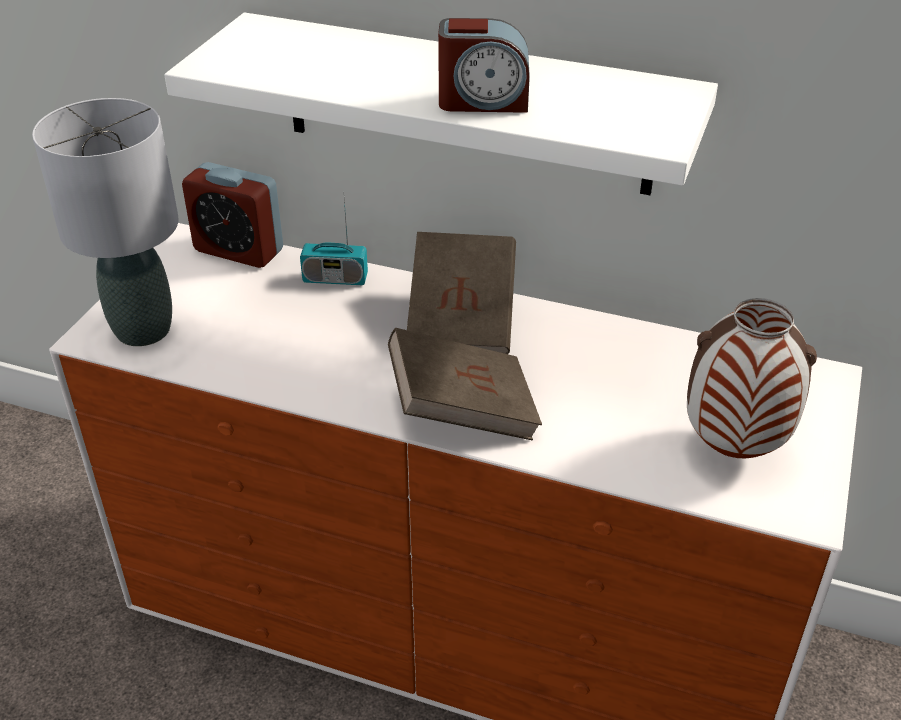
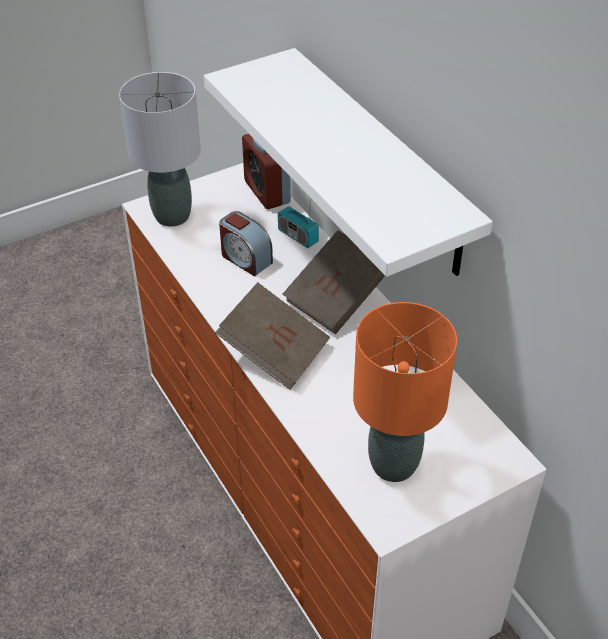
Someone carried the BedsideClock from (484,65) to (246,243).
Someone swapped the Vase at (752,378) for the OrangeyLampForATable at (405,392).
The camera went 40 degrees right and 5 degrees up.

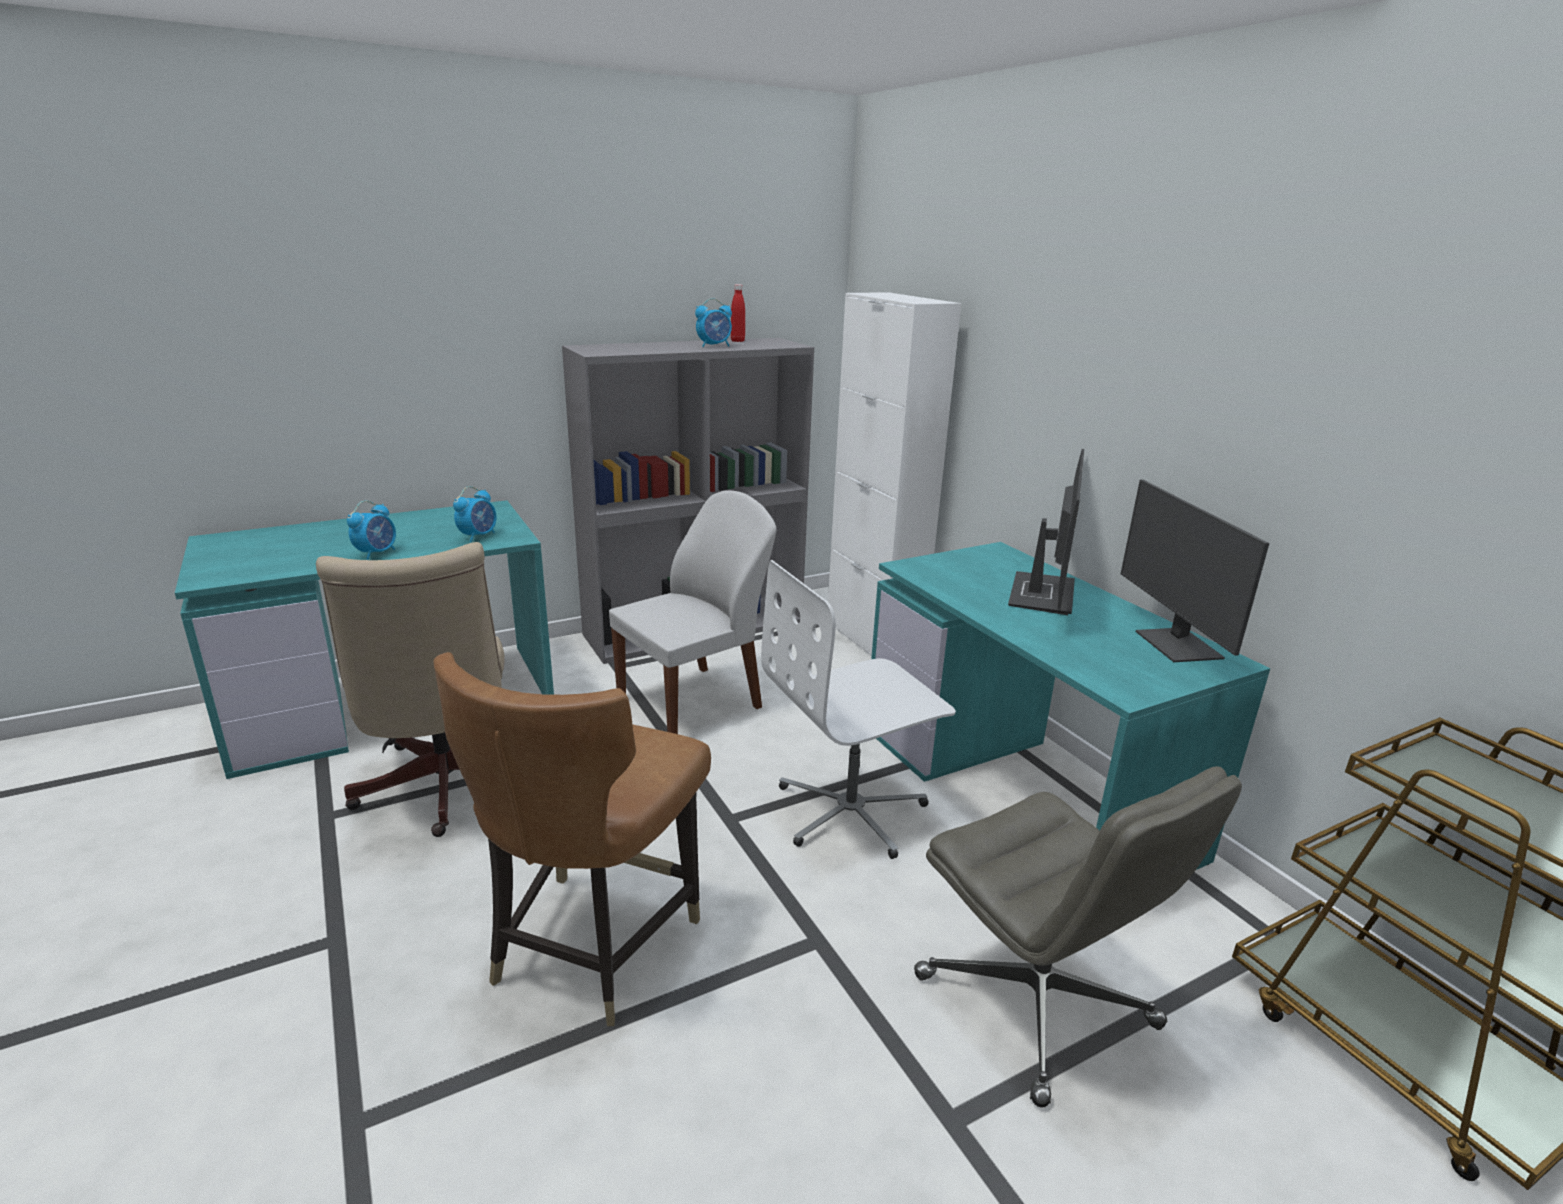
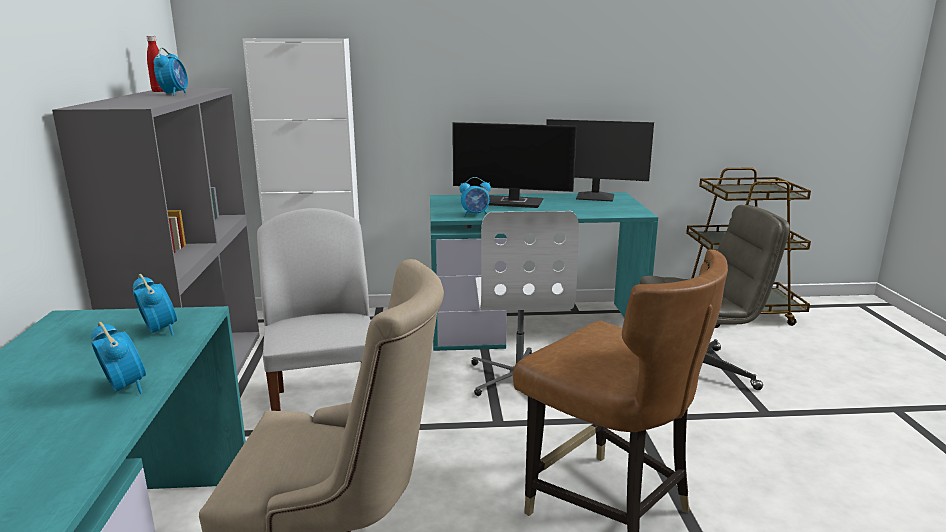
Someone rotated the ComputerScreen at (1046,532) by 150 degrees clockwise.
Someone put down the BedsideClock at (475,197).
The camera went 65 degrees left and 5 degrees down.

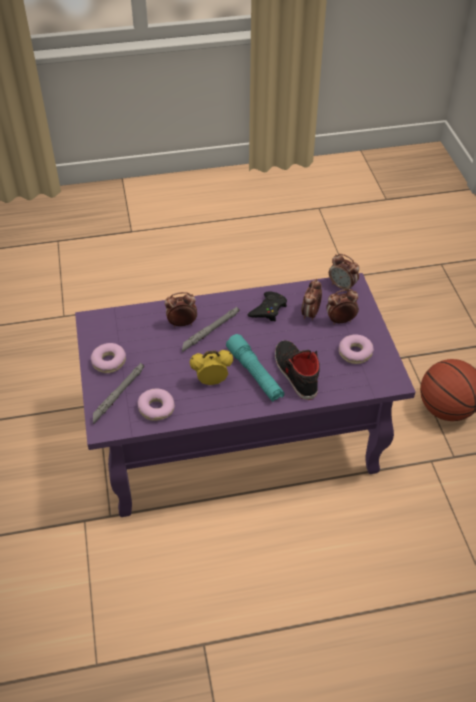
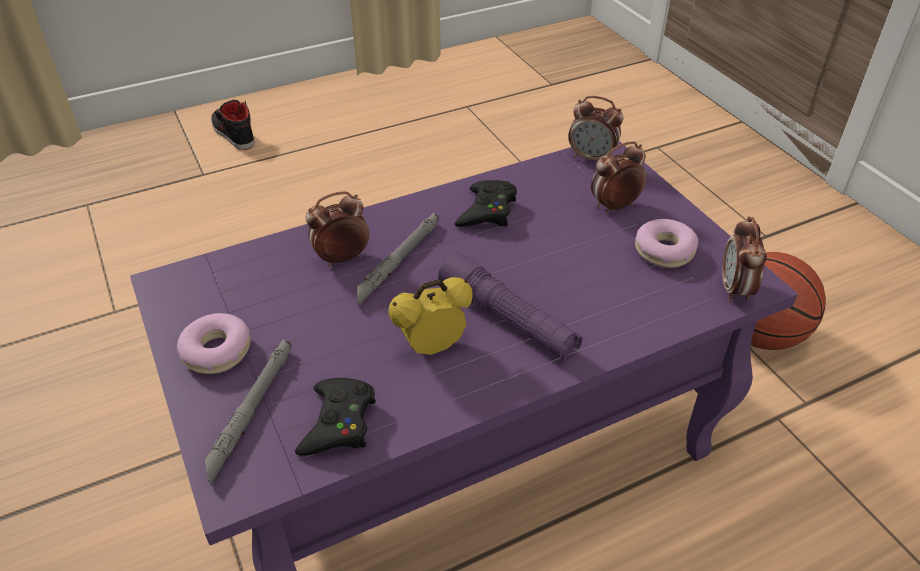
Someone swapped the Doughnut at (156,404) for the BlackColouredGameController at (335,417).
Someone repainted the TurquoiseFlashlight at (255,368), which became the PurplishFlashlight at (510,306).
Someone carried the BlackColouredItemOfFootwear from (297,370) to (233,125).
Someone carried the BedsideClock from (311,300) to (744,259).
The camera went 15 degrees left and 5 degrees down.

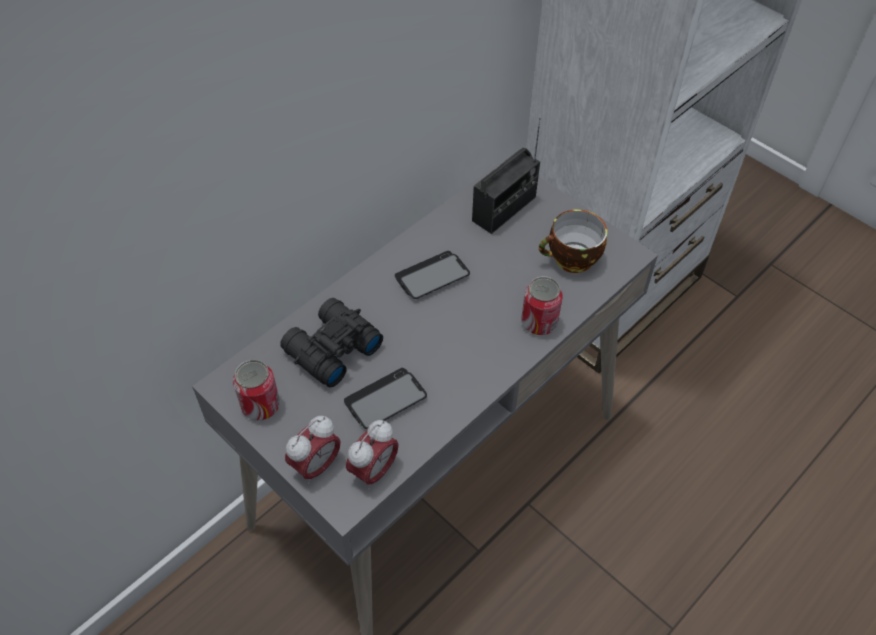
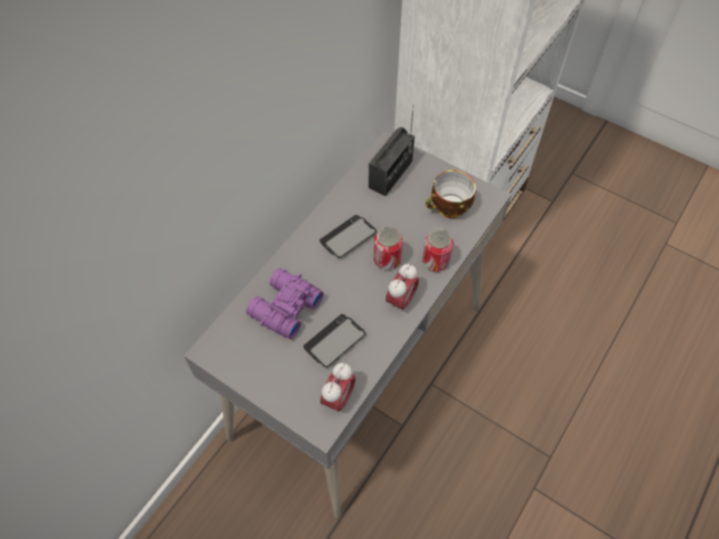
Someone carried the MetalCan from (256,390) to (388,248).
Someone repainted the BlackColouredBinoculars at (331,342), which became the PurplishBinoculars at (284,303).
Someone carried the BedsideClock from (313,450) to (402,289).
The camera went 10 degrees left and 5 degrees up.

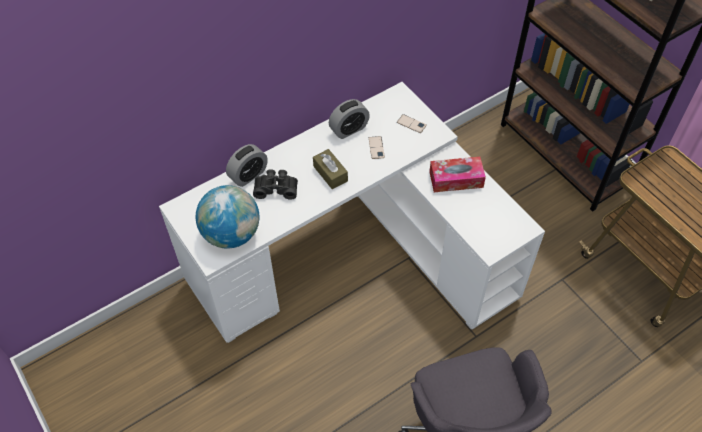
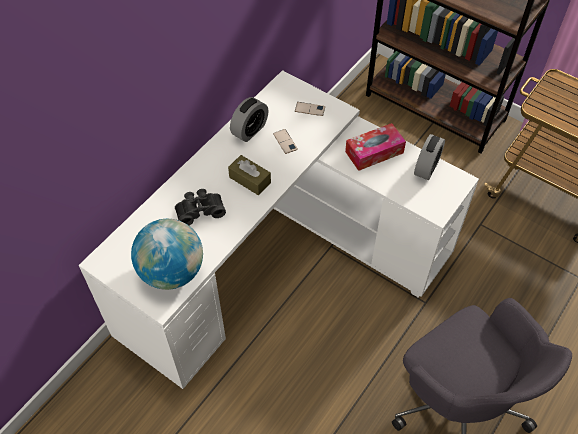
Someone carried the BedsideClock from (247,165) to (429,157).
The camera went 20 degrees left and 0 degrees up.

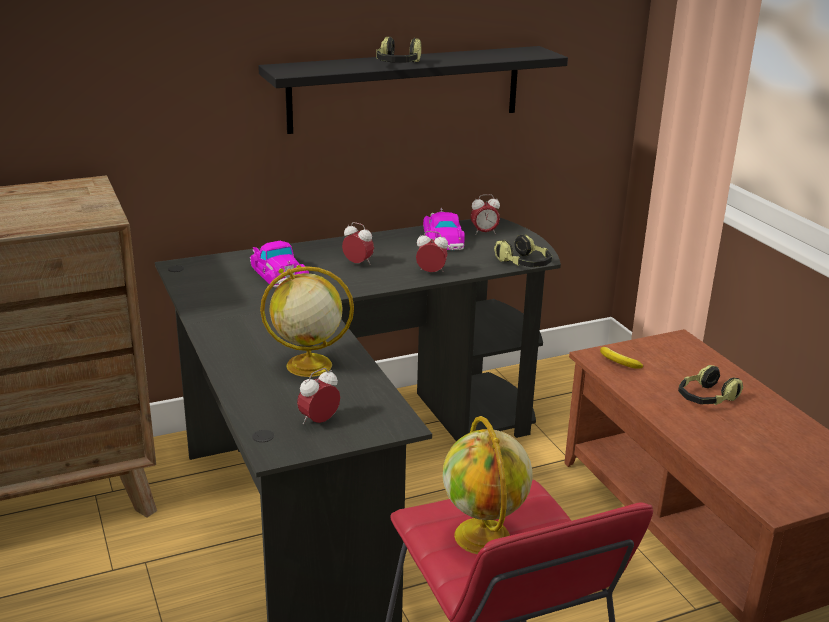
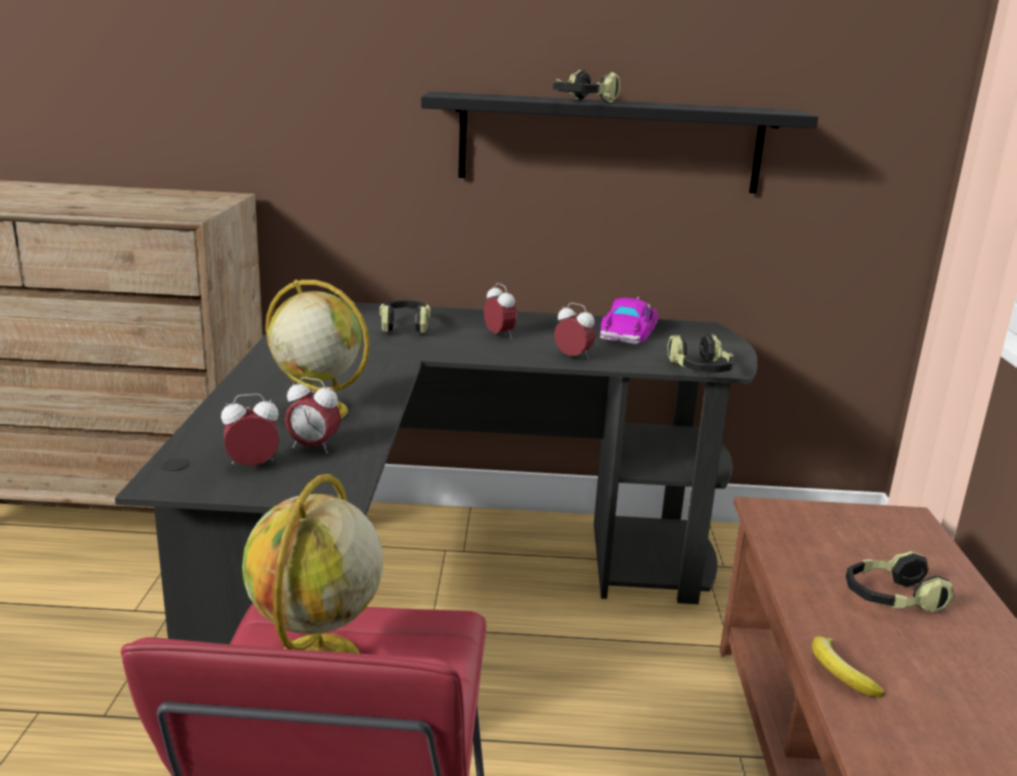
Someone swapped the MiniatureCar at (279,264) for the Headset at (405,317).
Someone carried the BedsideClock from (485,214) to (313,415).
Someone carried the Banana from (621,358) to (848,666).
The camera went 25 degrees right and 5 degrees down.

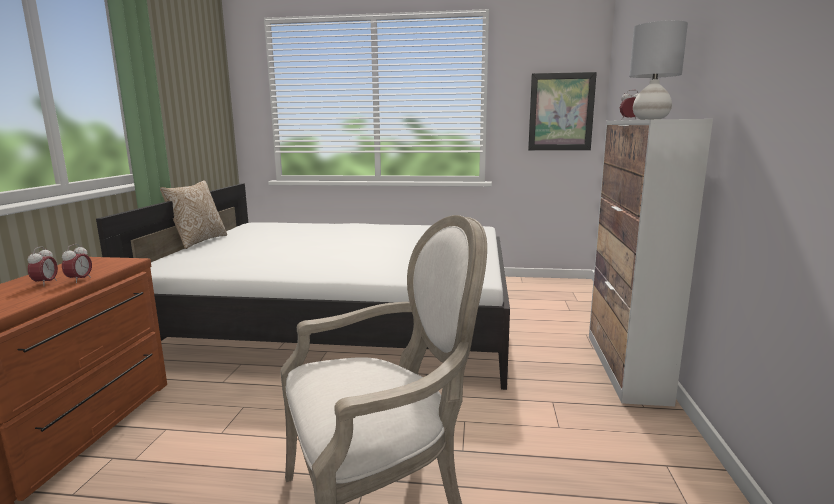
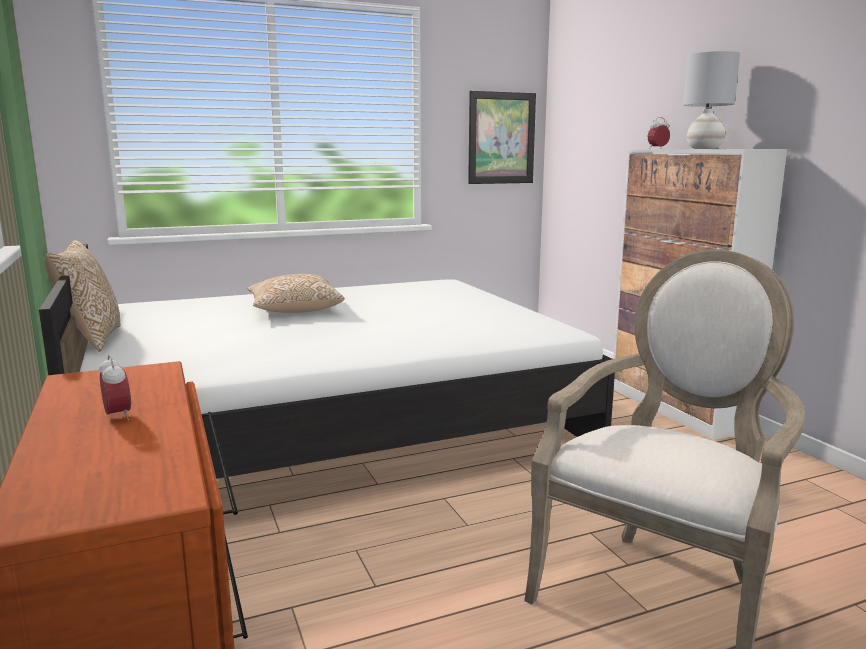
Someone took away the BedsideClock at (77,263).
Someone put down the ThrowPillow at (296,293).
The camera went 30 degrees left and 0 degrees up.

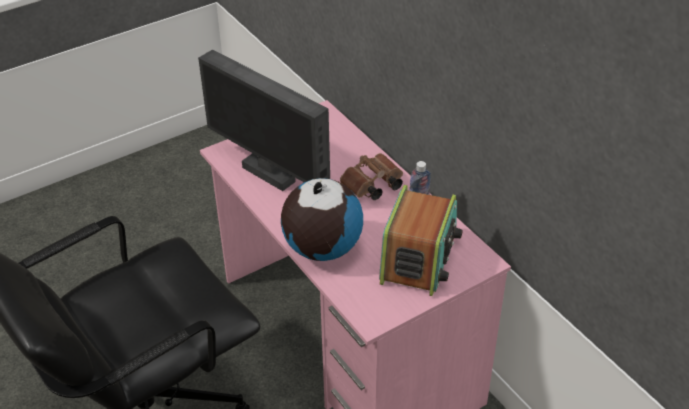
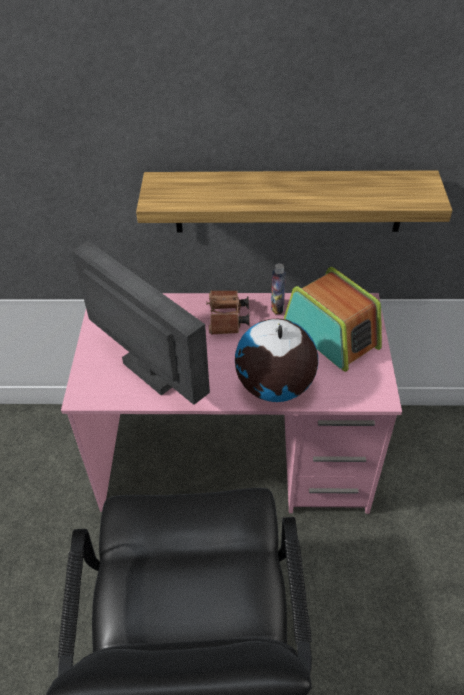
Someone rotated the ComputerScreen at (264,120) by 120 degrees counterclockwise.
Someone put up the WallShelf at (294,201).
The camera went 55 degrees left and 5 degrees up.

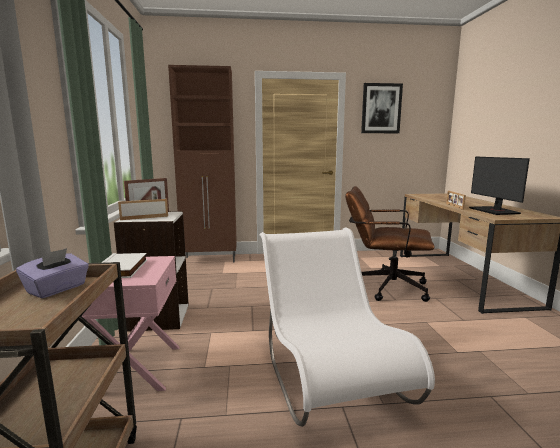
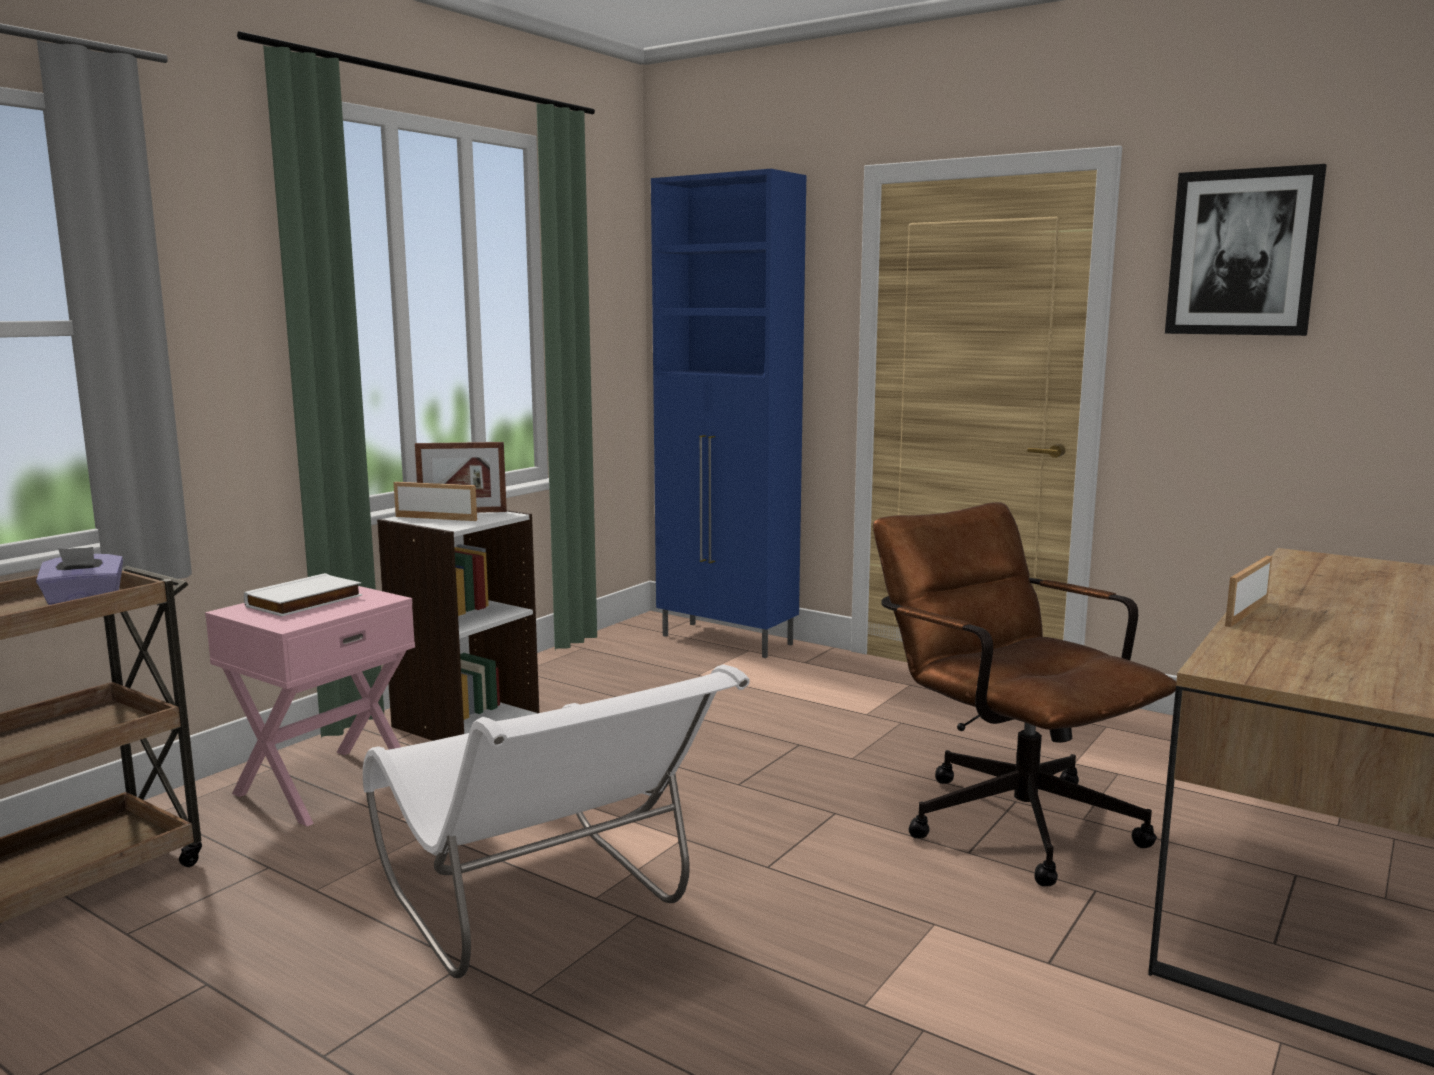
Someone repainted the BrownishStorageCabinet at (202,163), which became the BluishStorageCabinet at (728,413).
Someone rotated the WhiteChair at (347,327) by 120 degrees clockwise.
Someone took away the ComputerScreen at (499,186).
The camera went 40 degrees right and 0 degrees up.

